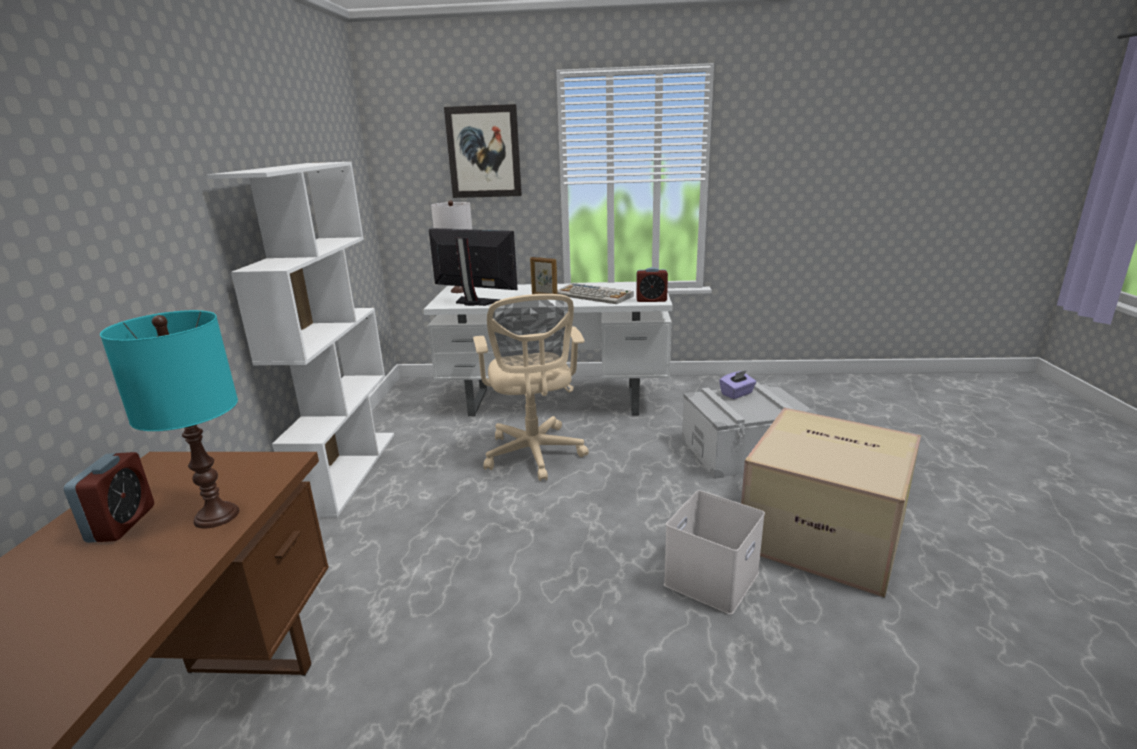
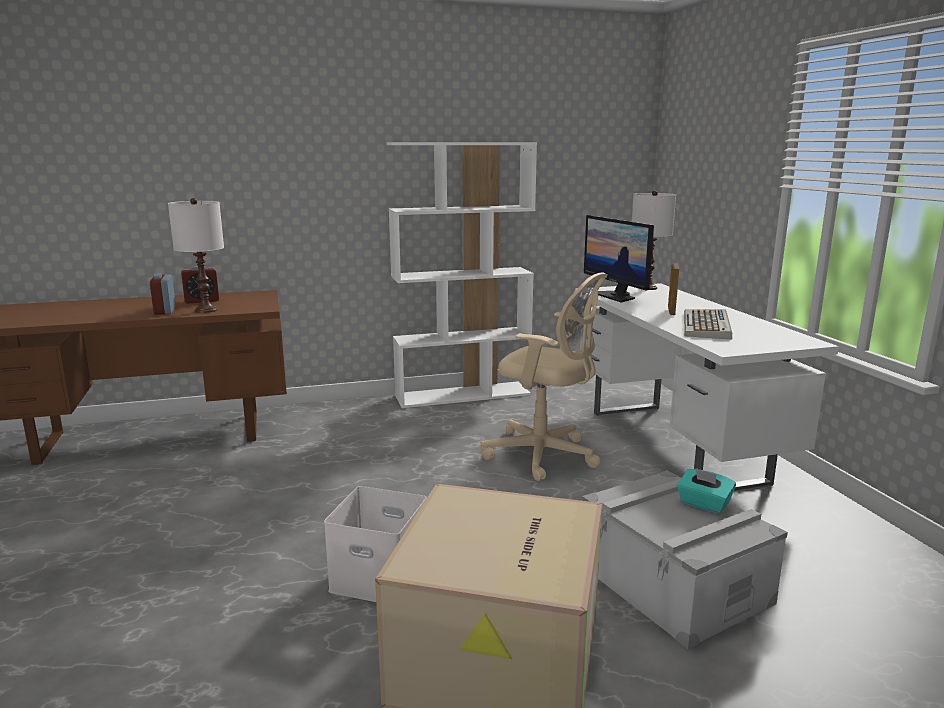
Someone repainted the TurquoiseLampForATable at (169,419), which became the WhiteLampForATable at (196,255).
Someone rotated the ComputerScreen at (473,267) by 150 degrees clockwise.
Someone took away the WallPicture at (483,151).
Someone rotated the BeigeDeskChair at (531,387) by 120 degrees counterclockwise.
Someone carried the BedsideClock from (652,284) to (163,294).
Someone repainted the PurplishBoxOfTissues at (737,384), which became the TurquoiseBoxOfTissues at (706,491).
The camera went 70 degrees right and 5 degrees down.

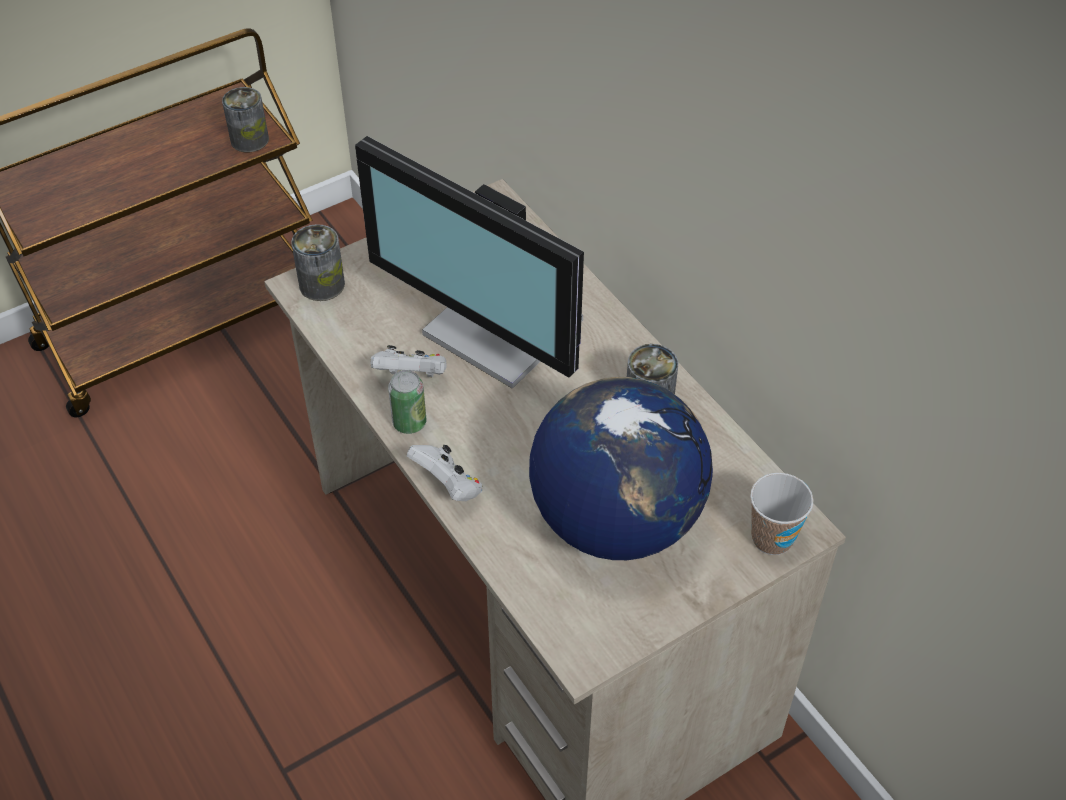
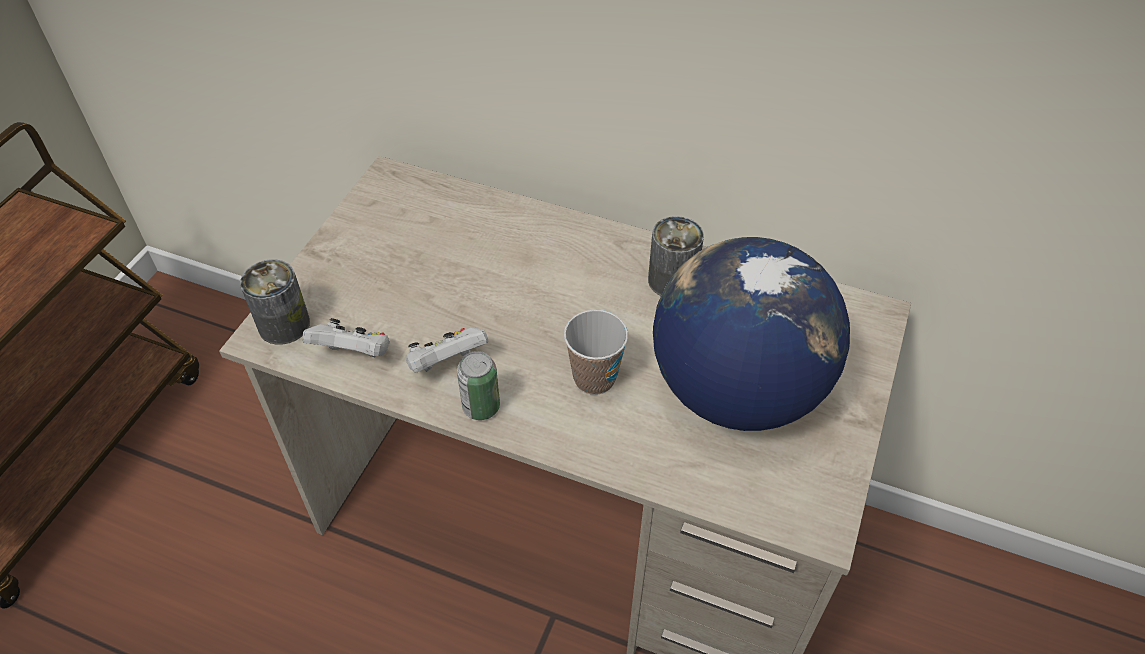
Someone took away the MetalCan at (245,119).
Someone took away the ComputerScreen at (469,262).
Someone carried the WhiteGameController from (444,473) to (346,337).
Someone carried the DrinkingCup from (781,514) to (596,352).
The camera went 35 degrees left and 0 degrees up.

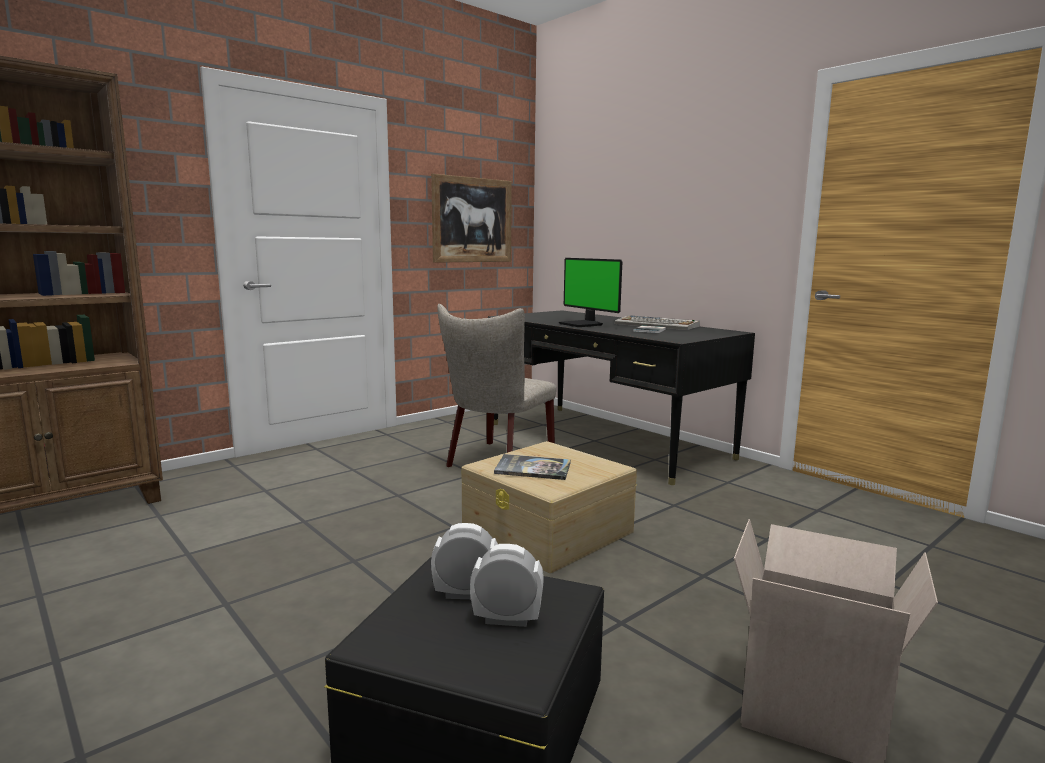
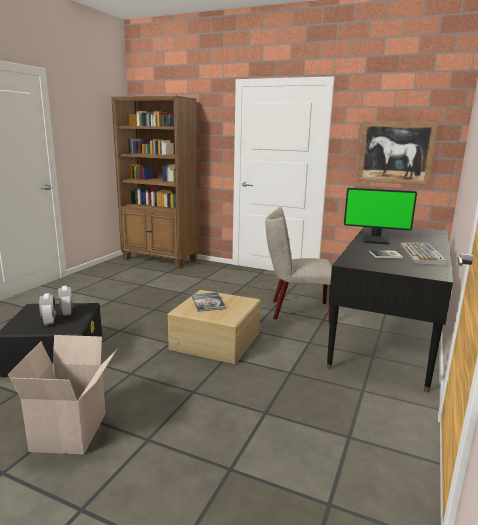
Someone rotated the ComputerScreen at (590,292) by 105 degrees counterclockwise.
The camera went 65 degrees right and 5 degrees up.

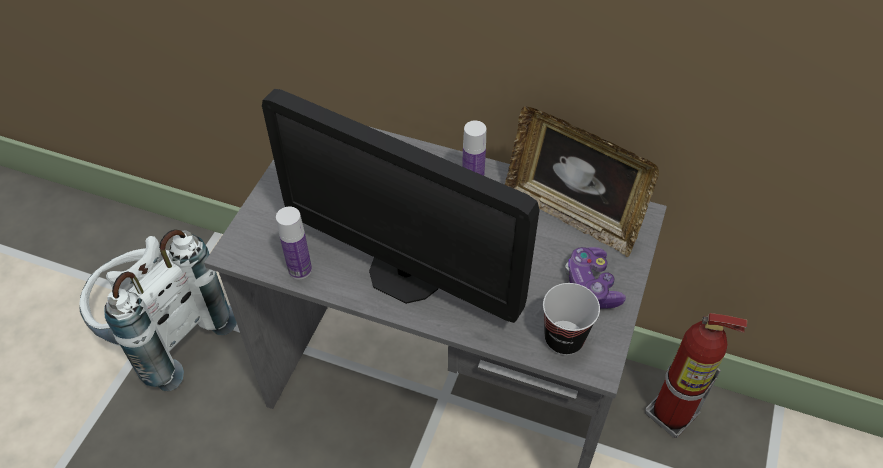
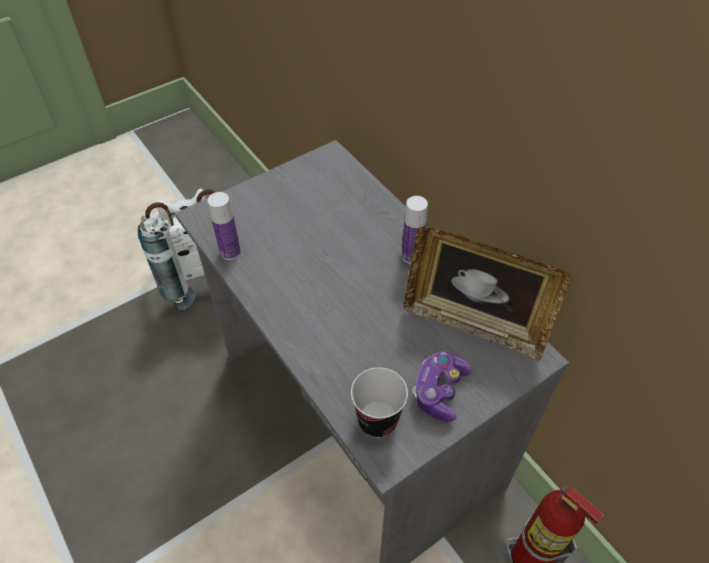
Someone took away the ComputerScreen at (401,206).
Someone rotated the StandingFrame at (582,181) by 45 degrees counterclockwise.
The camera went 35 degrees right and 0 degrees up.

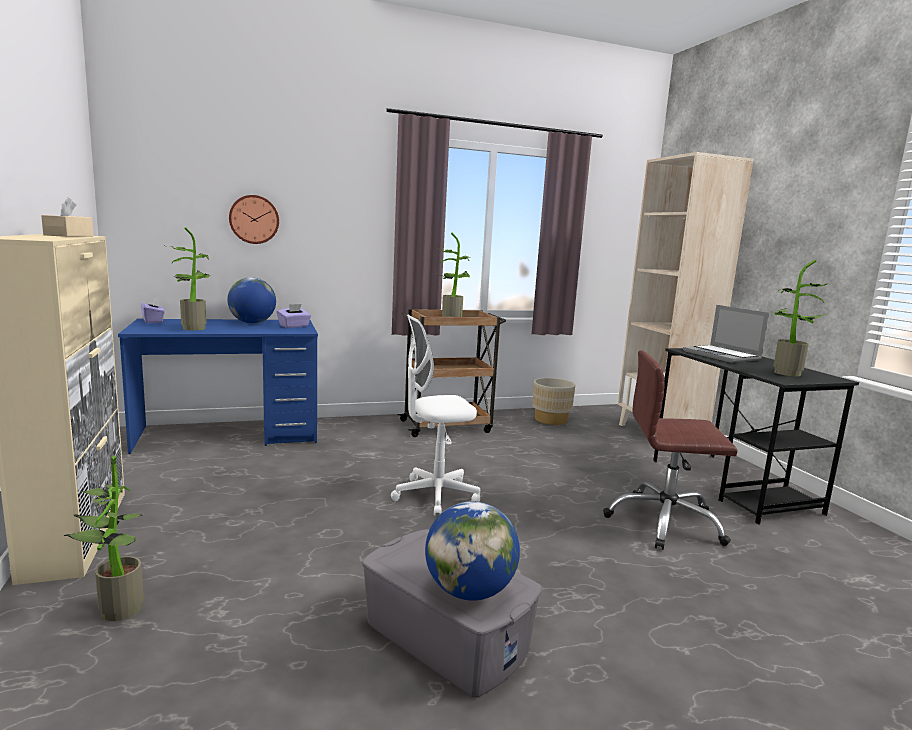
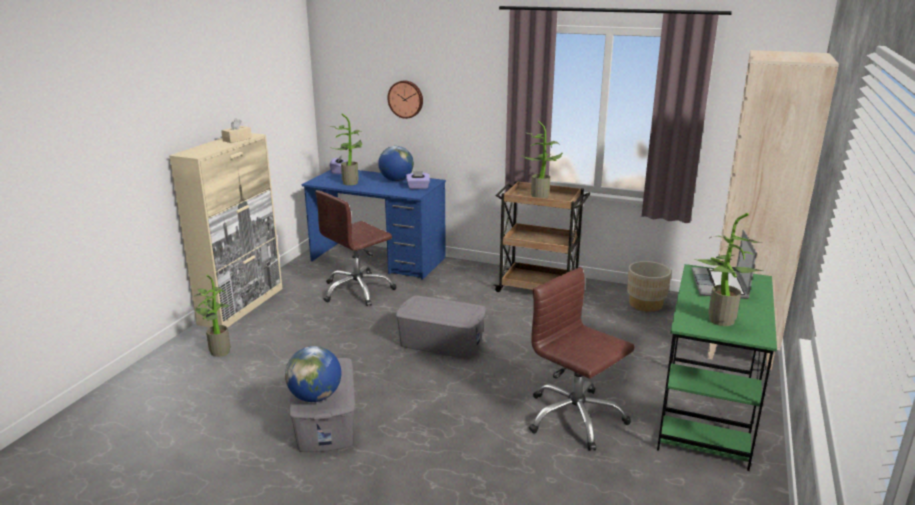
Someone swapped the WhiteDeskChair at (435,415) for the GrayStorageBox at (441,327).
Someone repainted the BlackColouredDeskUnit at (756,436), which became the GreenDeskUnit at (717,367).
Someone put down the BrownishDeskChair at (355,248).
The camera went 40 degrees right and 10 degrees up.

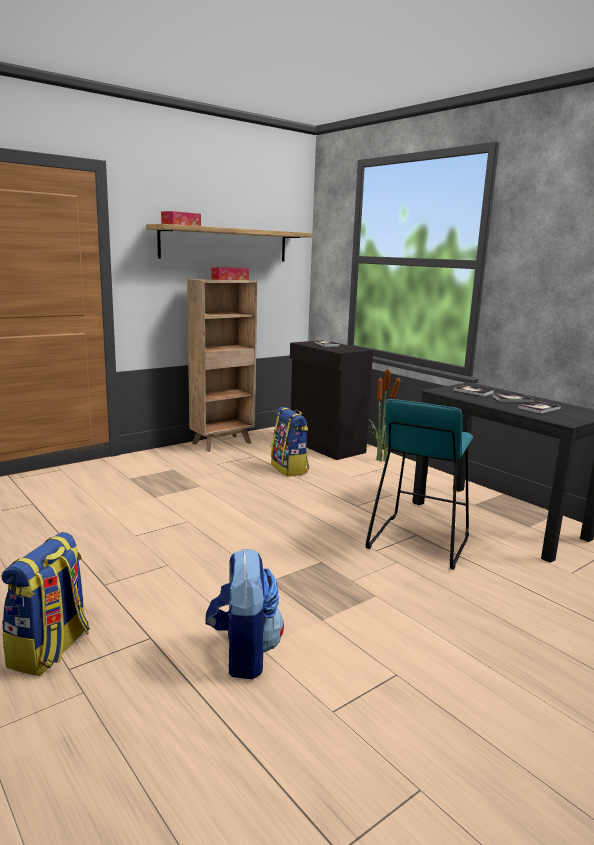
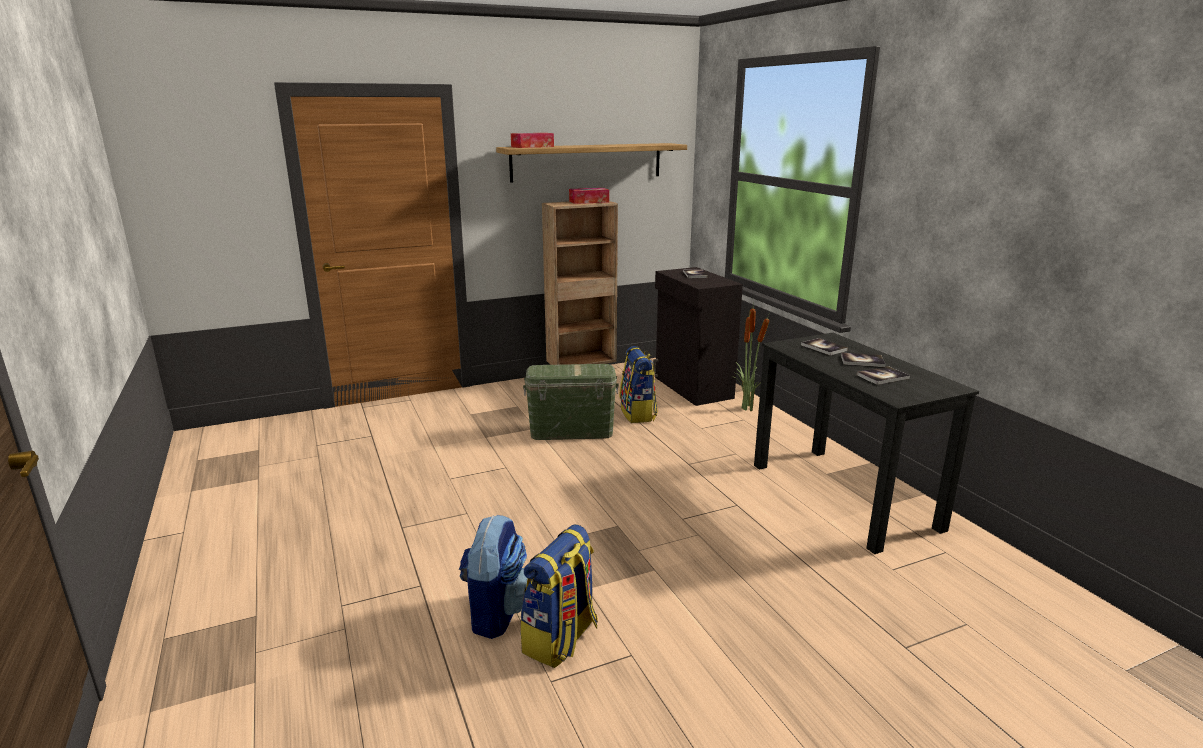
Someone carried the Backpack from (46,604) to (559,596).
Someone took away the TurquoiseStoolSeat at (419,484).
Someone put down the GreenStorageBox at (571,402).
The camera went 15 degrees right and 5 degrees up.

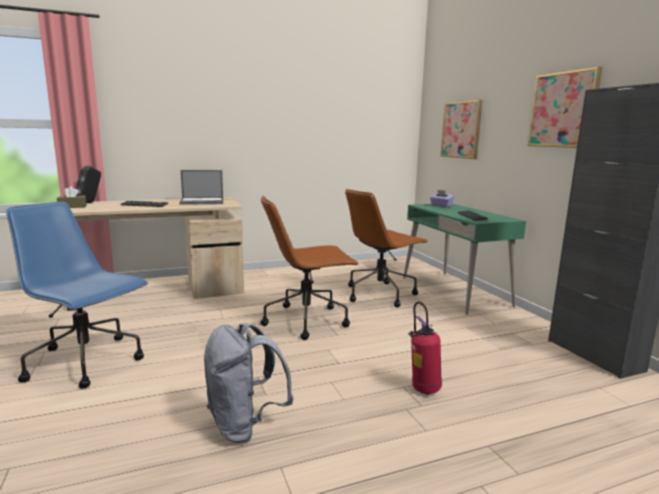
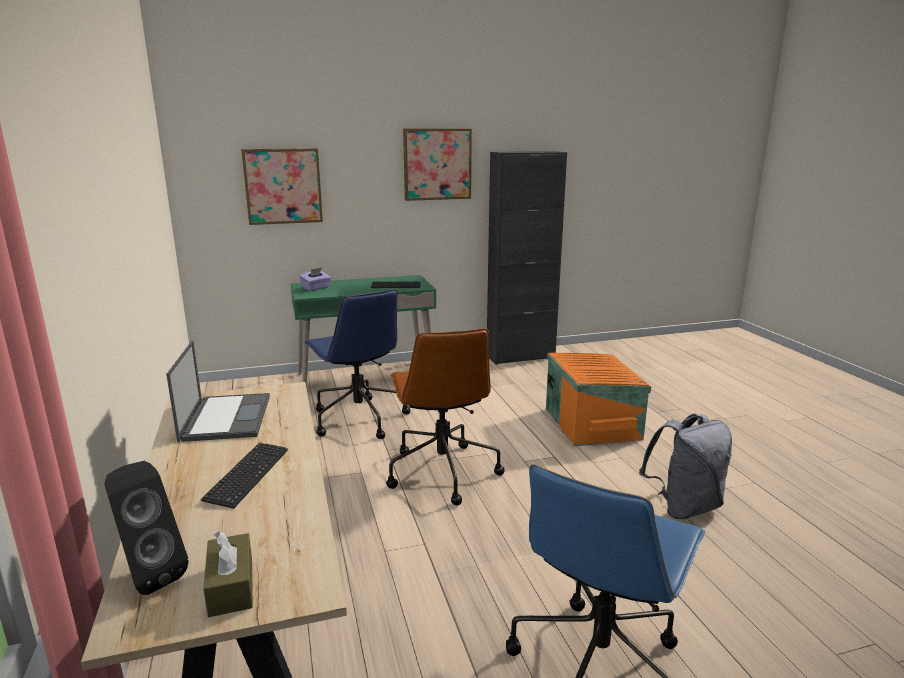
Someone repainted the BrownishDeskChair at (386,248), which became the BluishDeskChair at (356,364).
Someone swapped the FireFightingCylinder at (425,348) for the OrangeyStorageBox at (598,400).
The camera went 85 degrees left and 5 degrees up.

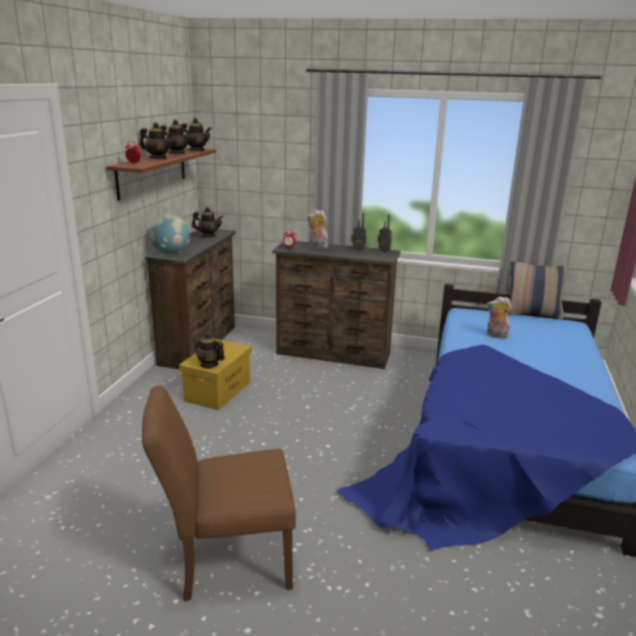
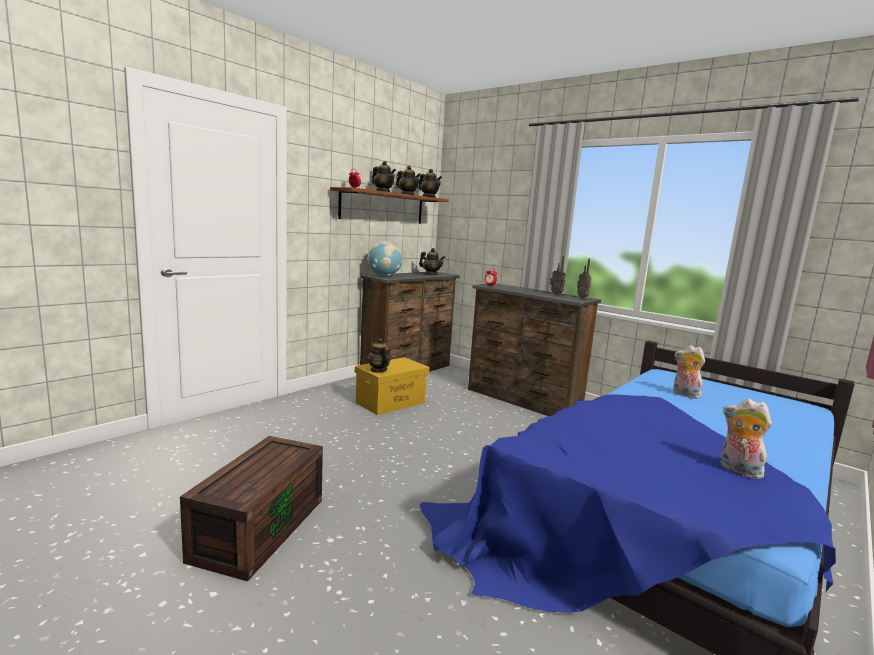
Someone swapped the BrownishChair at (219,493) for the BrownishStorageBox at (251,508).
Someone carried the PlushToy from (317,229) to (746,439).
Someone took away the ThrowPillow at (539,290).
The camera went 25 degrees right and 10 degrees down.

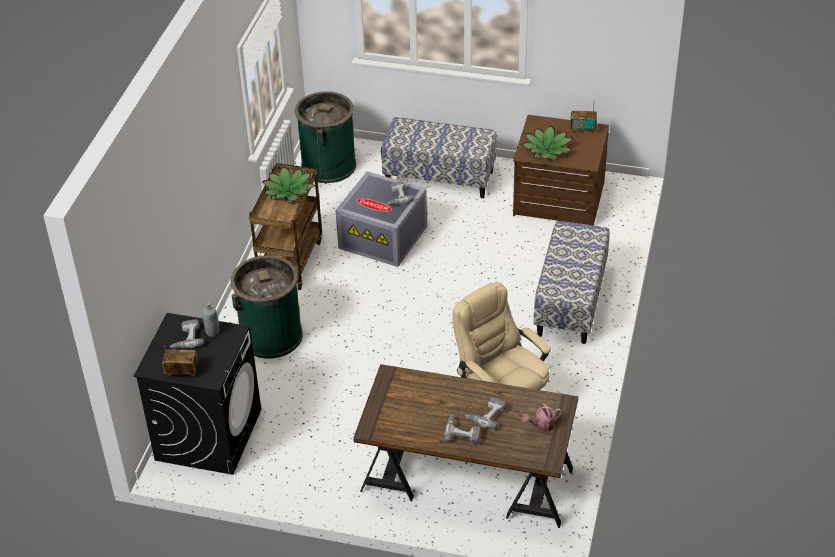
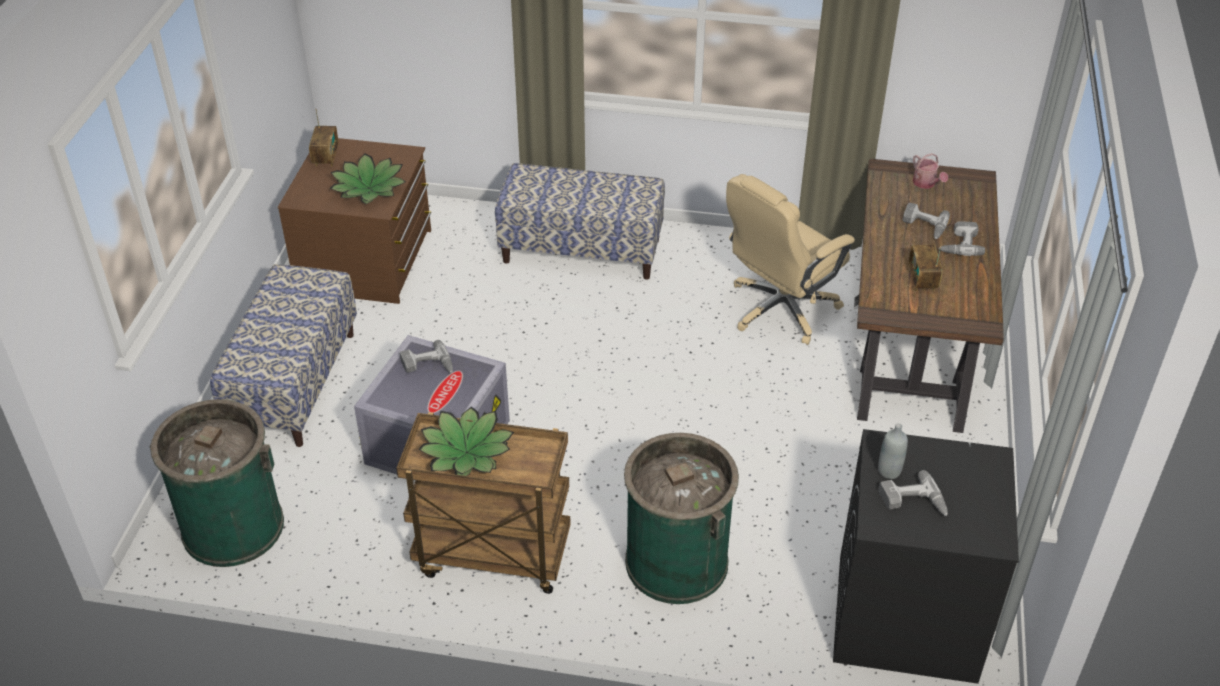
Someone carried the Radio from (180,361) to (925,268).
The camera went 95 degrees left and 0 degrees up.

